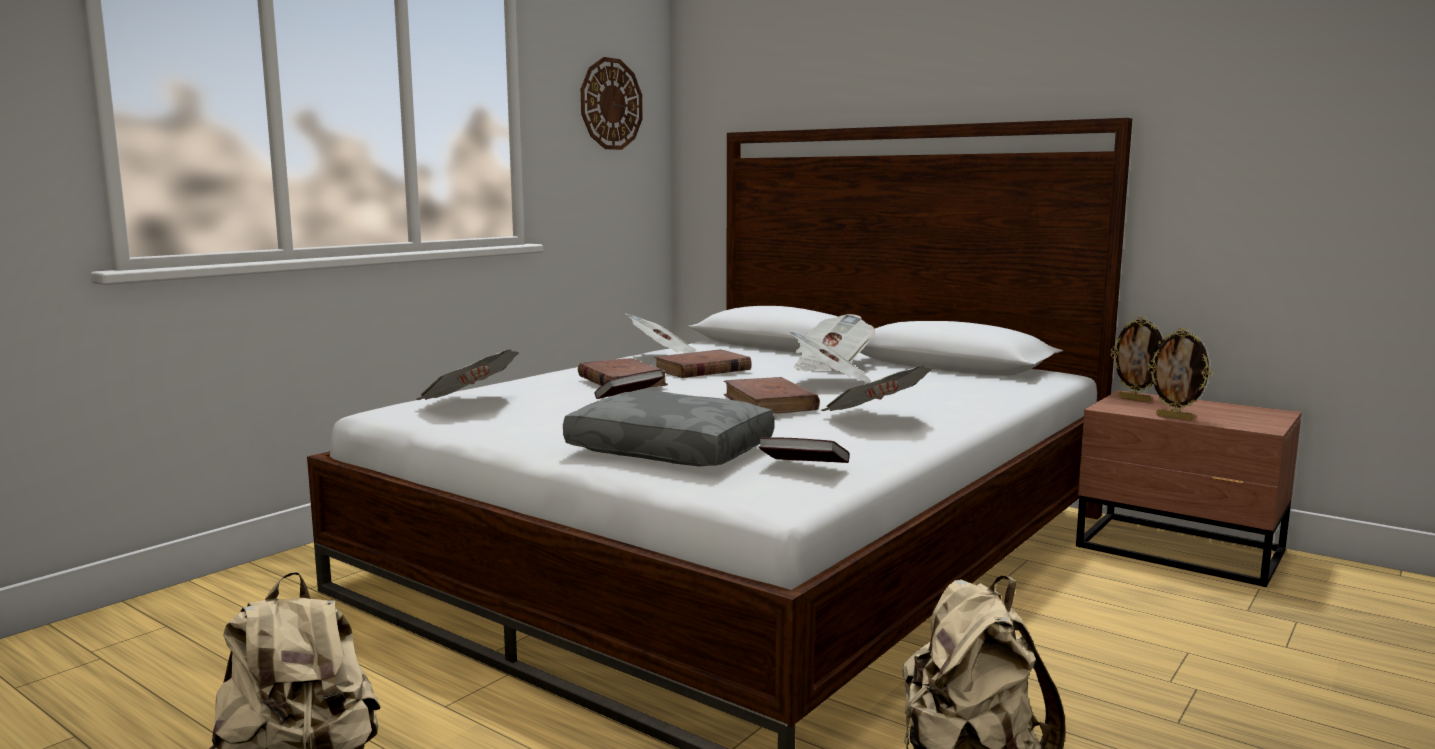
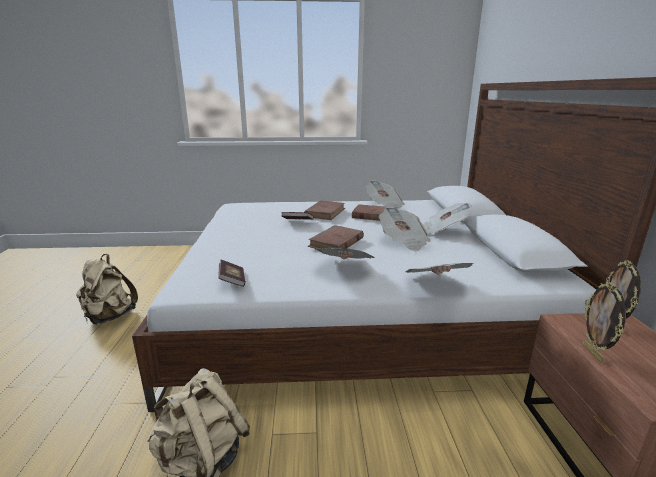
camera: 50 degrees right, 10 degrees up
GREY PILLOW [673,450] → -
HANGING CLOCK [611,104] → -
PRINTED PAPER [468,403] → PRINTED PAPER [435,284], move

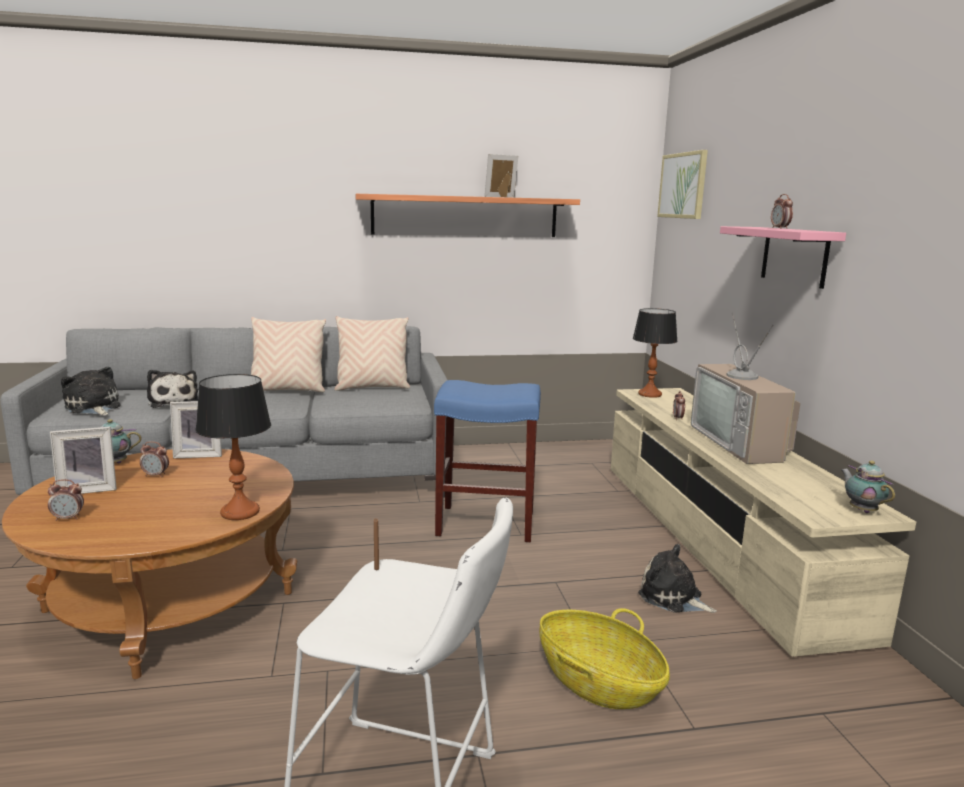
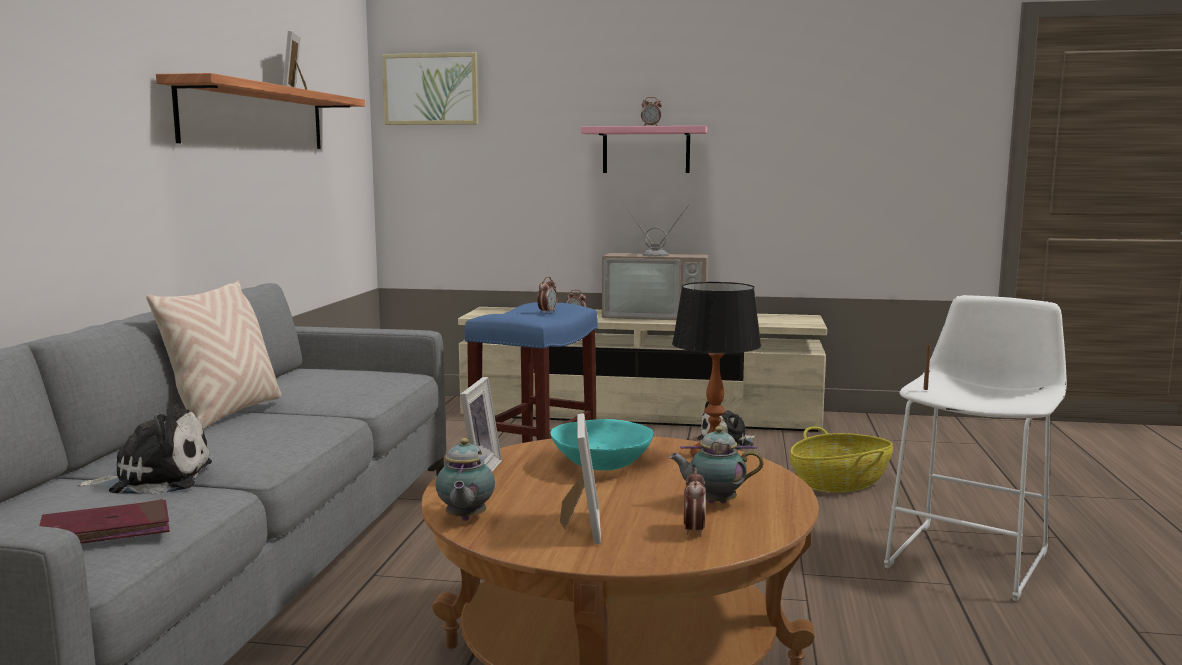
camera: 70 degrees left, 5 degrees down
SAND-COLOURED PILLOW [372,387] → -
TABLETOP LAMP [650,394] → -
- → BLUE-GREEN SERVING BOWL [601,465]
BEDSIDE CLOCK [156,475] → BEDSIDE CLOCK [547,312], move
TEAPOT [861,510] → TEAPOT [713,502], move
PLUSH TOY [93,407] → RED-COLOURED VOLUME [106,530]

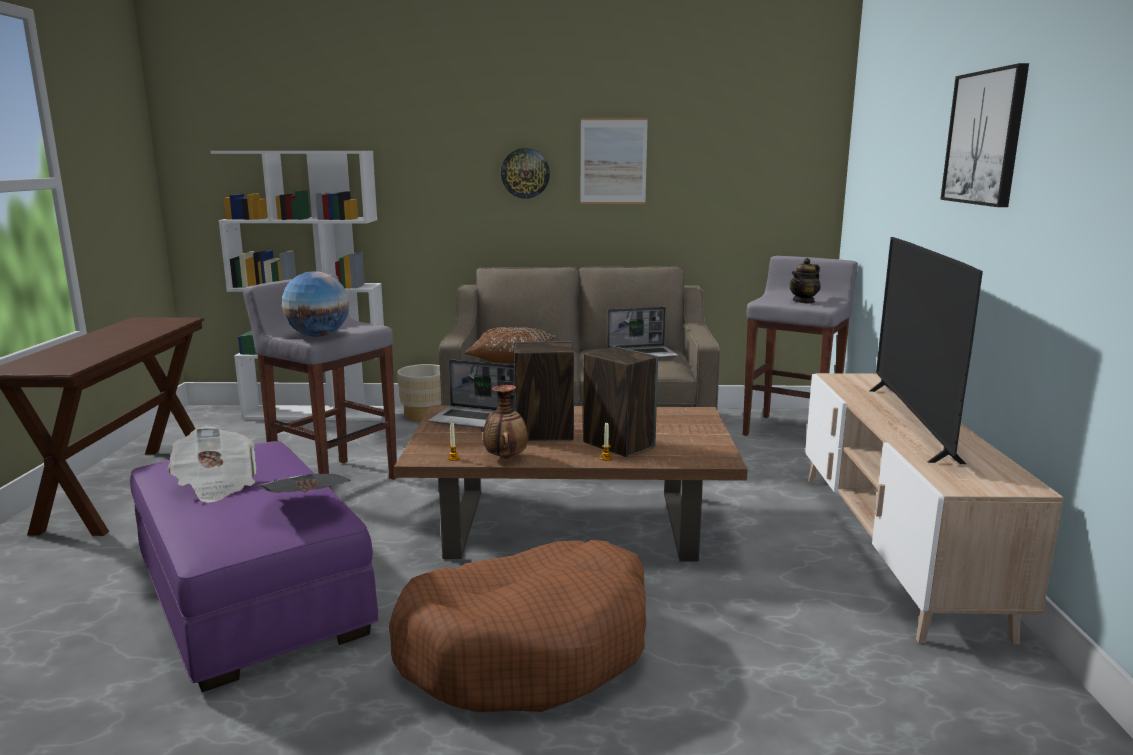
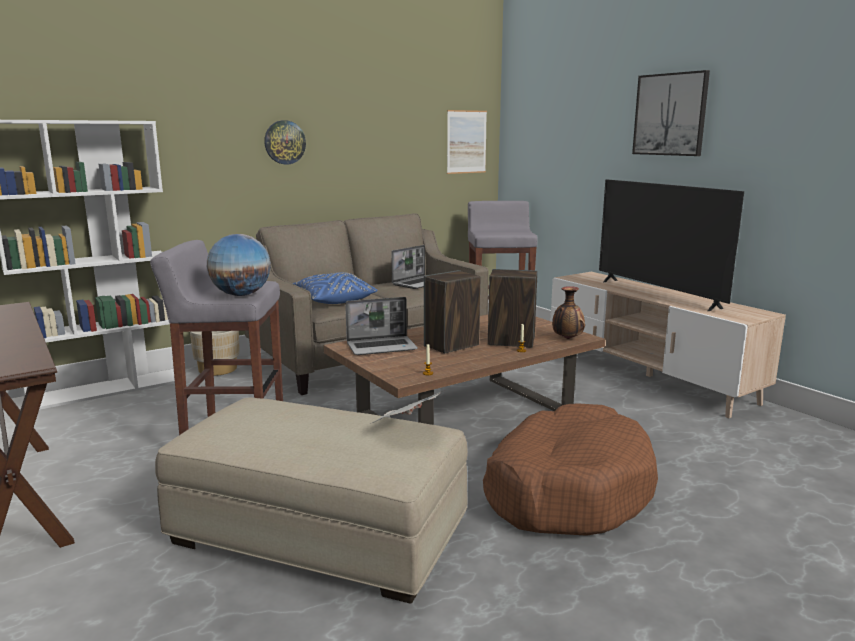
camera: 35 degrees left, 0 degrees up
PRINTED PAPER [216,485] → -
TEAPOT [804,301] → -
DECORATIVE VASE [505,458] → DECORATIVE VASE [567,338], move
PICTURE [613,161] → PICTURE [466,142], move
PURPLISH OTTOMAN [250,594] → SAND-COLOURED OTTOMAN [319,531]
BROWNISH PILLOW [512,359] → BLUE PILLOW [333,300]

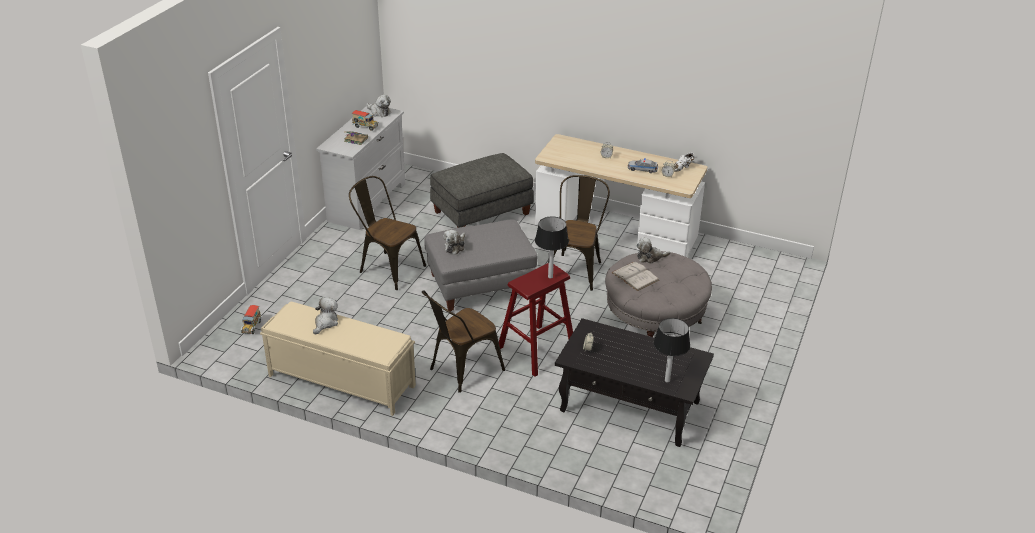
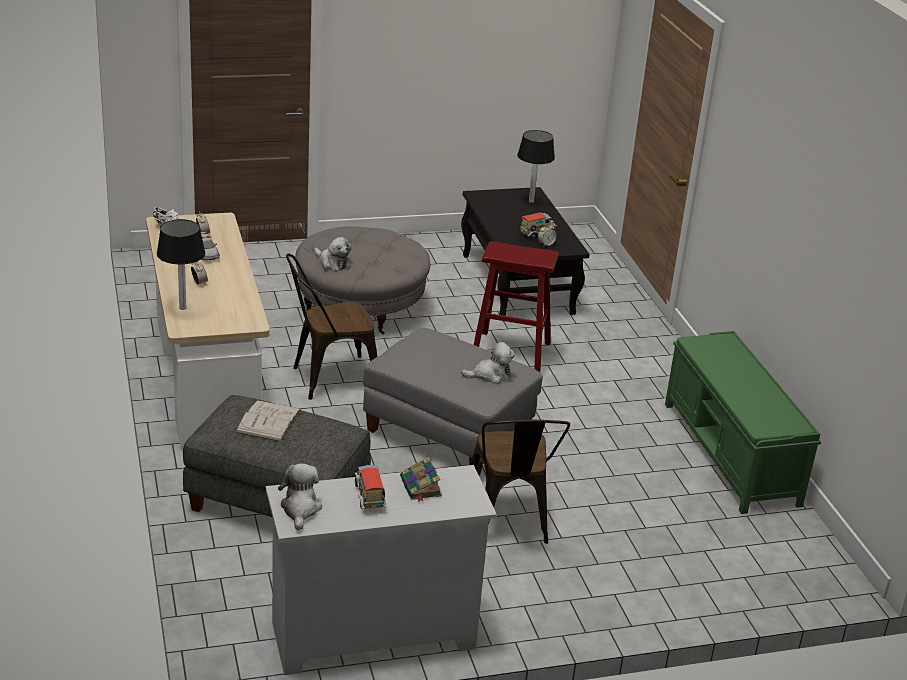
camera: 130 degrees left, 5 degrees down
PLUSH TOY [325,323] → -
BROWNISH CHAIR [461,371] → -
MODEL TRUCK [251,327] → MODEL TRUCK [537,234], move
TABLETOP LAMP [550,277] → TABLETOP LAMP [183,308], move
WHITE-COLOURED VOLUME [635,276] → WHITE-COLOURED VOLUME [268,421], move
SAND-COLOURED INDOOR BENCH [340,380] → GREEN INDOOR BENCH [731,454]

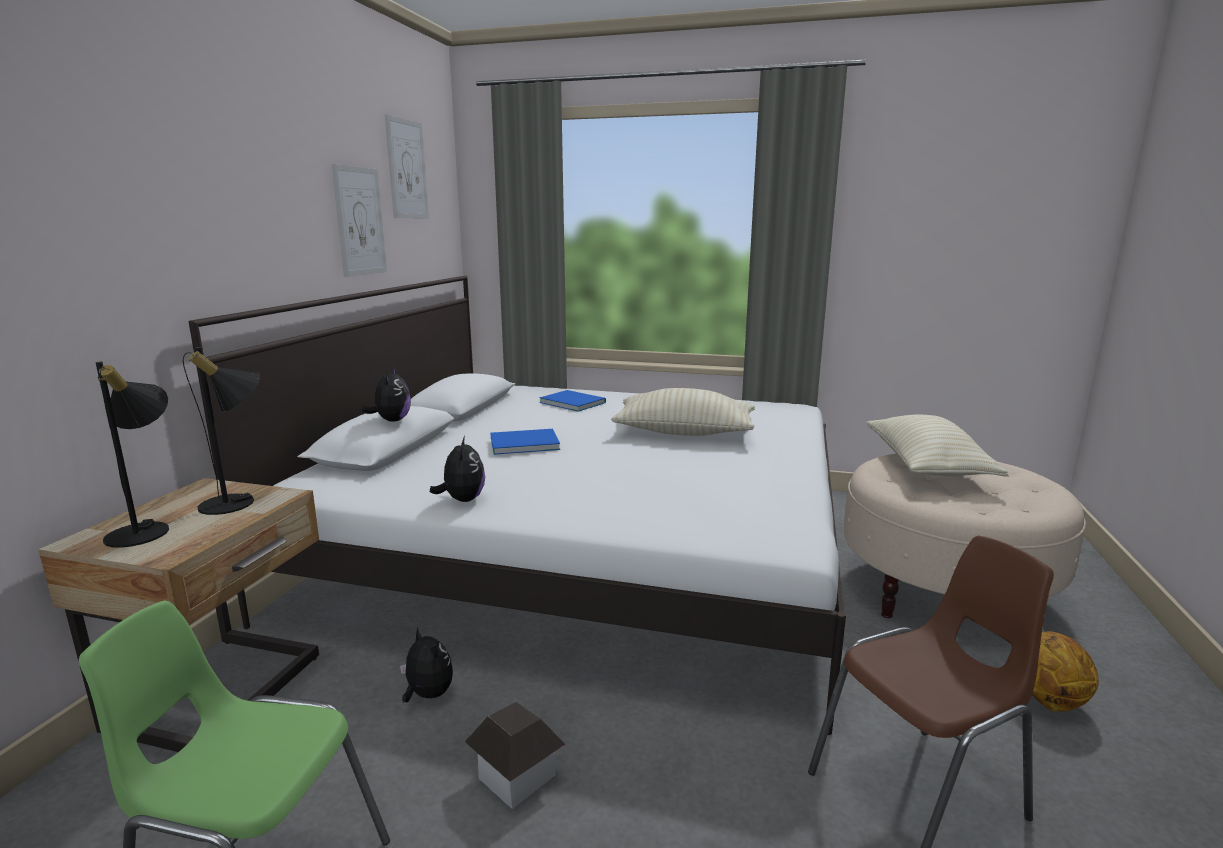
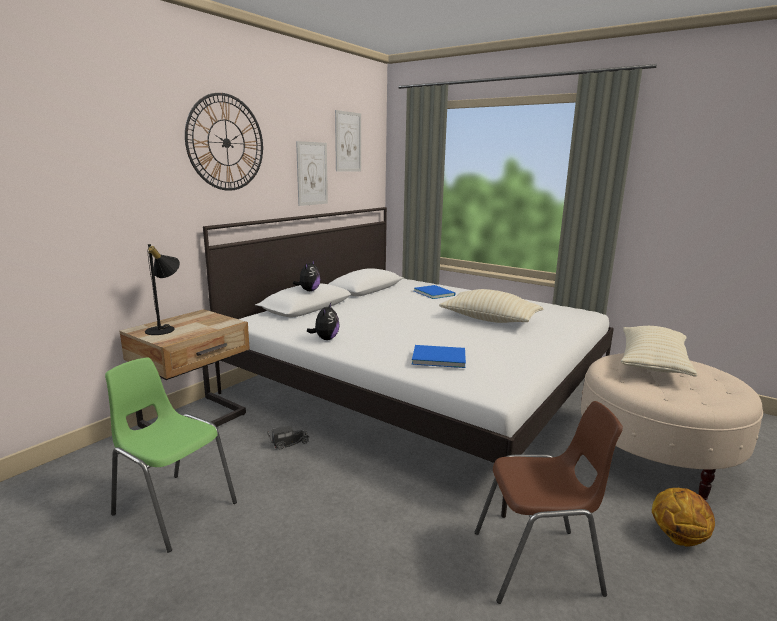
camera: 20 degrees right, 0 degrees up
BLACK TABLETOP LAMP [238,503] → -
MODEL HOUSE [516,776] → -
- → HANGING CLOCK [226,143]
BLUE VOLUME [522,443] → BLUE VOLUME [437,357], move
PLUSH TOY [427,694] → MODEL TRUCK [288,443]

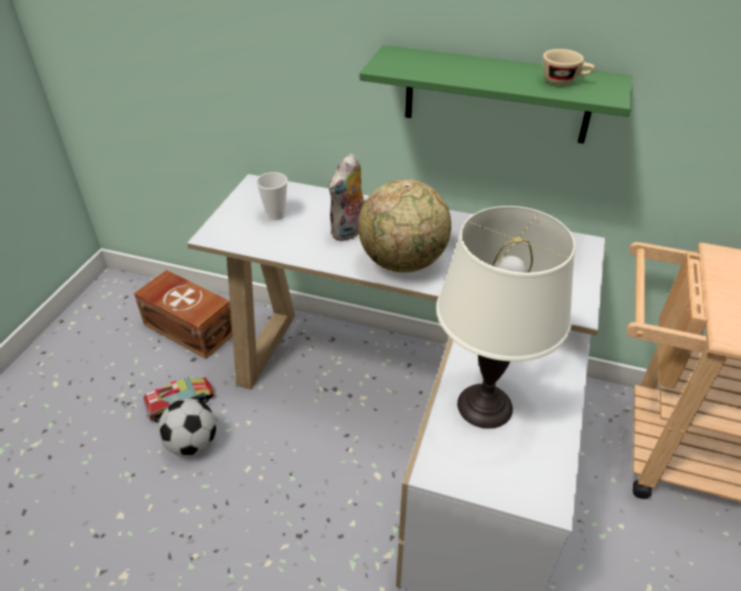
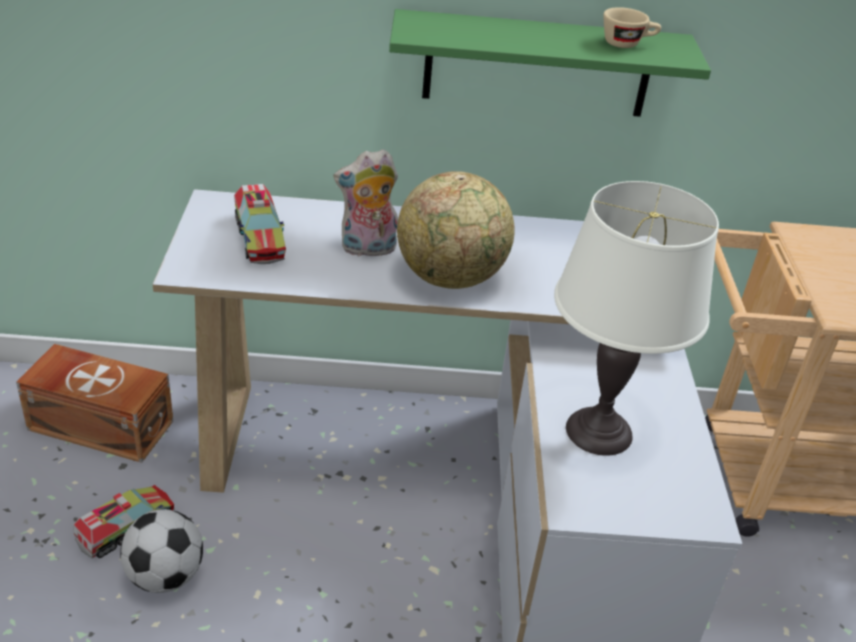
camera: 20 degrees left, 5 degrees down
CUP [276,215] → MODEL TRUCK [259,237]
PLUSH TOY [350,232] → PLUSH TOY [367,249], 60 degrees clockwise

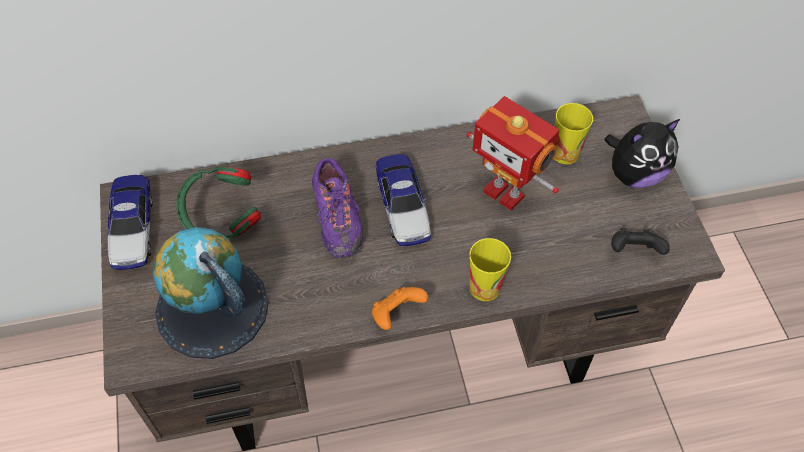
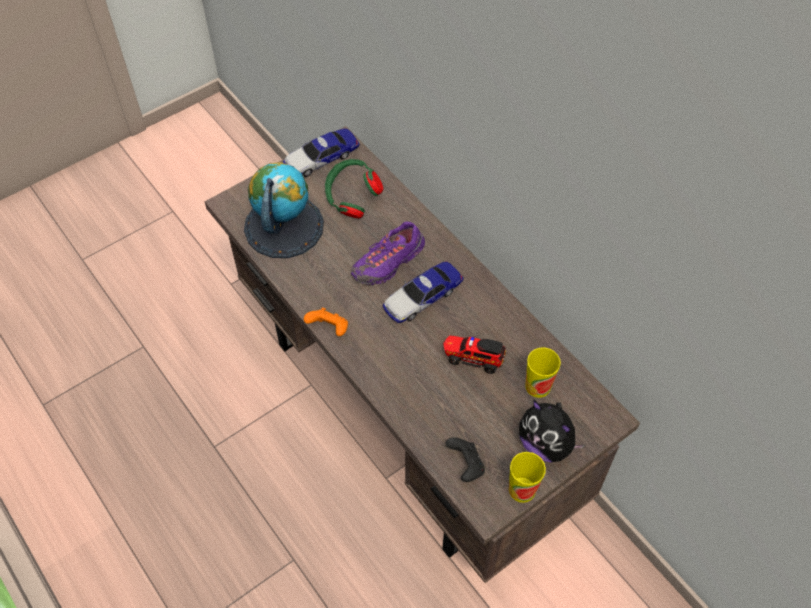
camera: 65 degrees right, 0 degrees up
CUP [485,287] → CUP [522,489], move
TOY ROBOT [505,192] → MODEL TRUCK [473,358]

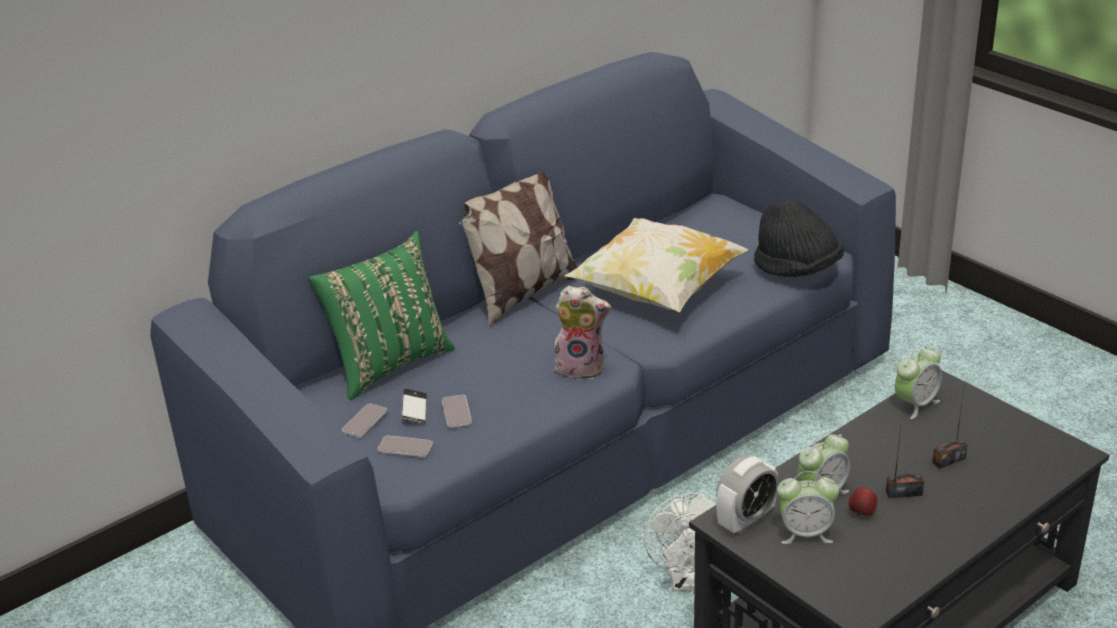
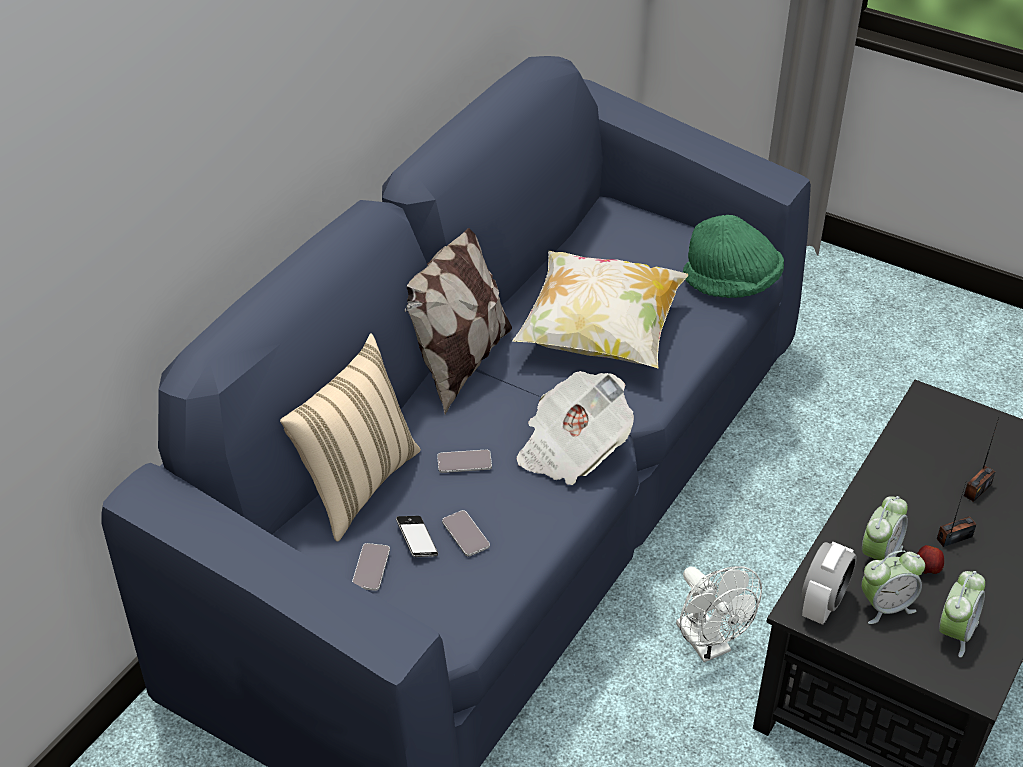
camera: 20 degrees left, 10 degrees up
HANDSET [405,447] → HANDSET [464,462], move
BEDSIDE CLOCK [915,404] → BEDSIDE CLOCK [955,633], move
PLUSH TOY [582,367] → PRINTED PAPER [572,449]
GREEN PILLOW [389,364] → SAND-COLOURED PILLOW [356,484]
BLACK CLOTHING HAT [797,270] → GREEN CLOTHING HAT [732,284]

